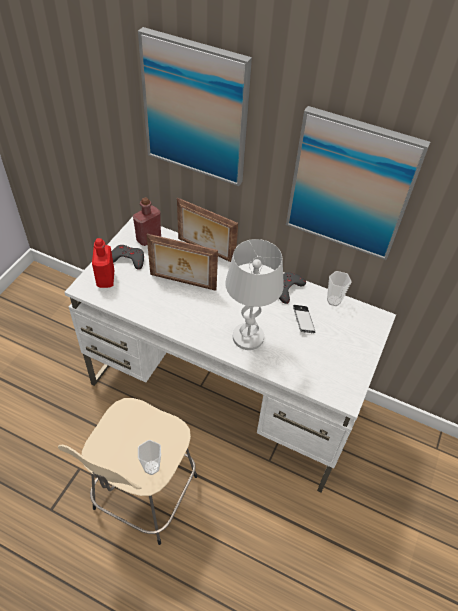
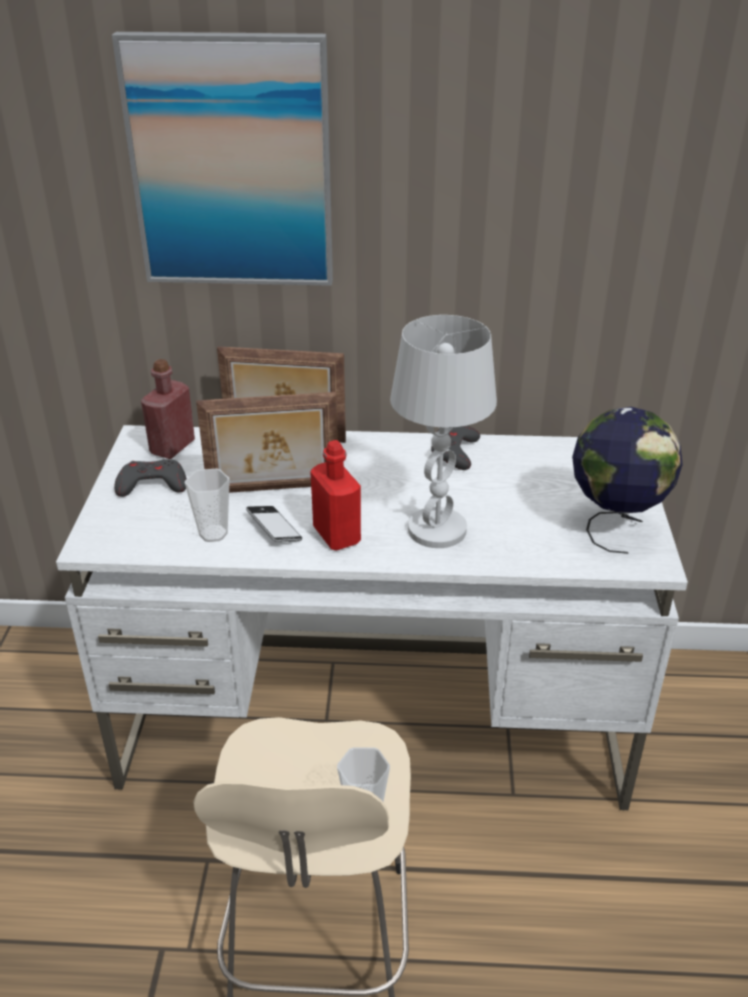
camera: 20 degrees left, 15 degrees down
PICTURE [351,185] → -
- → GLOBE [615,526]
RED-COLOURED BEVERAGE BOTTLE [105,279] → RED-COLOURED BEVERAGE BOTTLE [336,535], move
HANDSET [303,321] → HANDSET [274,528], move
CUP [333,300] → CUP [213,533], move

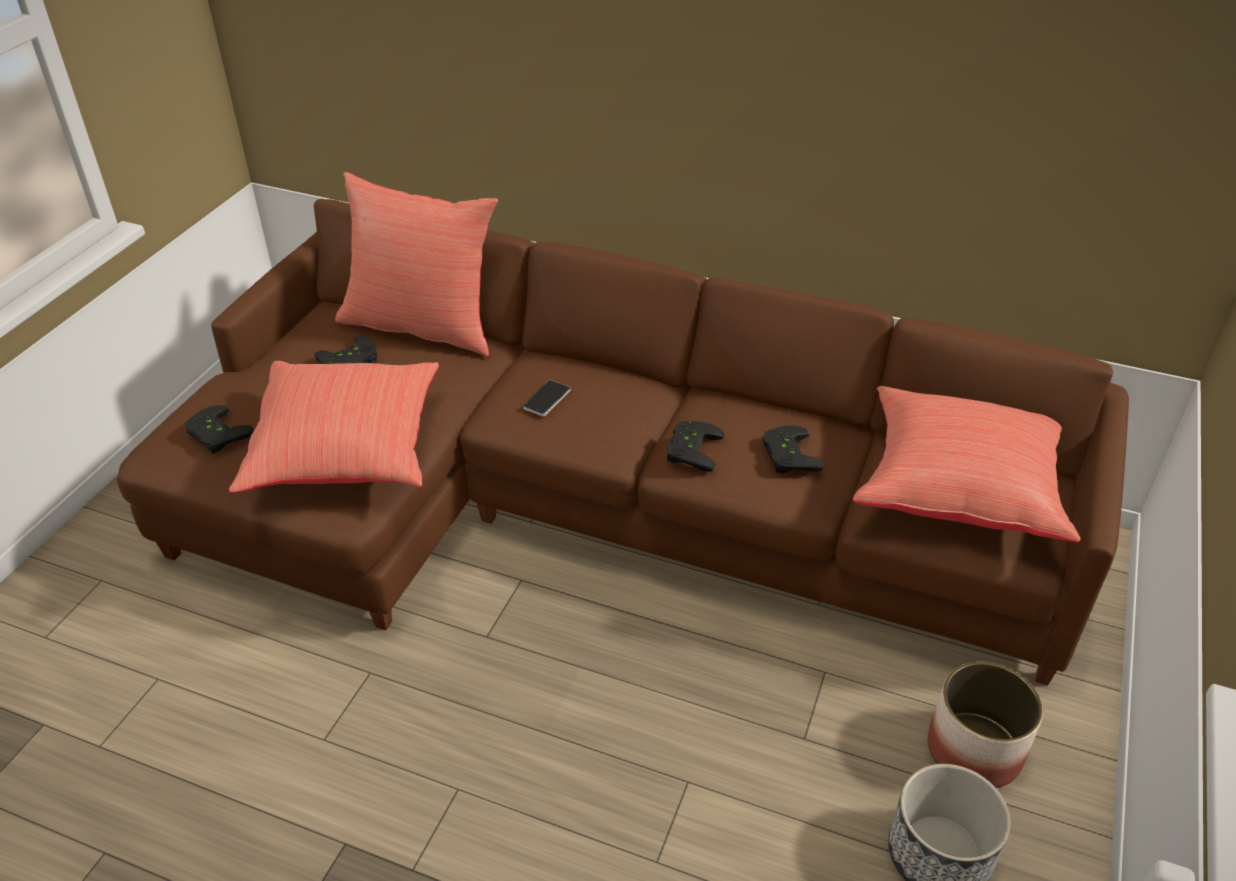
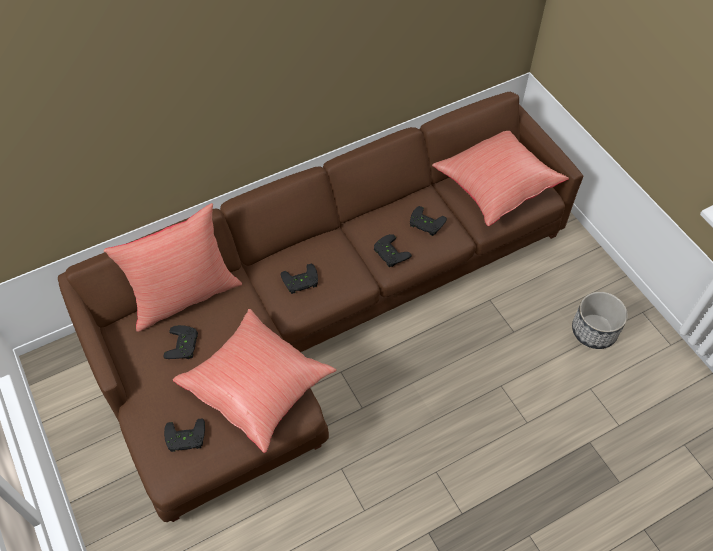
camera: 50 degrees left, 15 degrees up
PLANTER [974,749] → -
HANDSET [547,399] → BLACK GAME CONTROLLER [301,282]

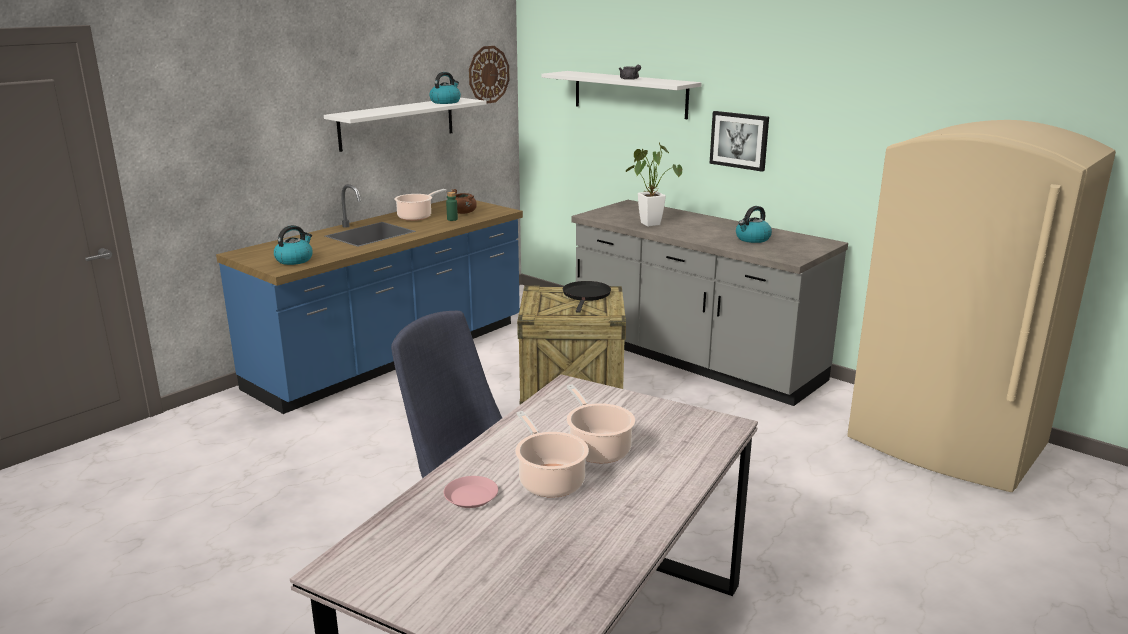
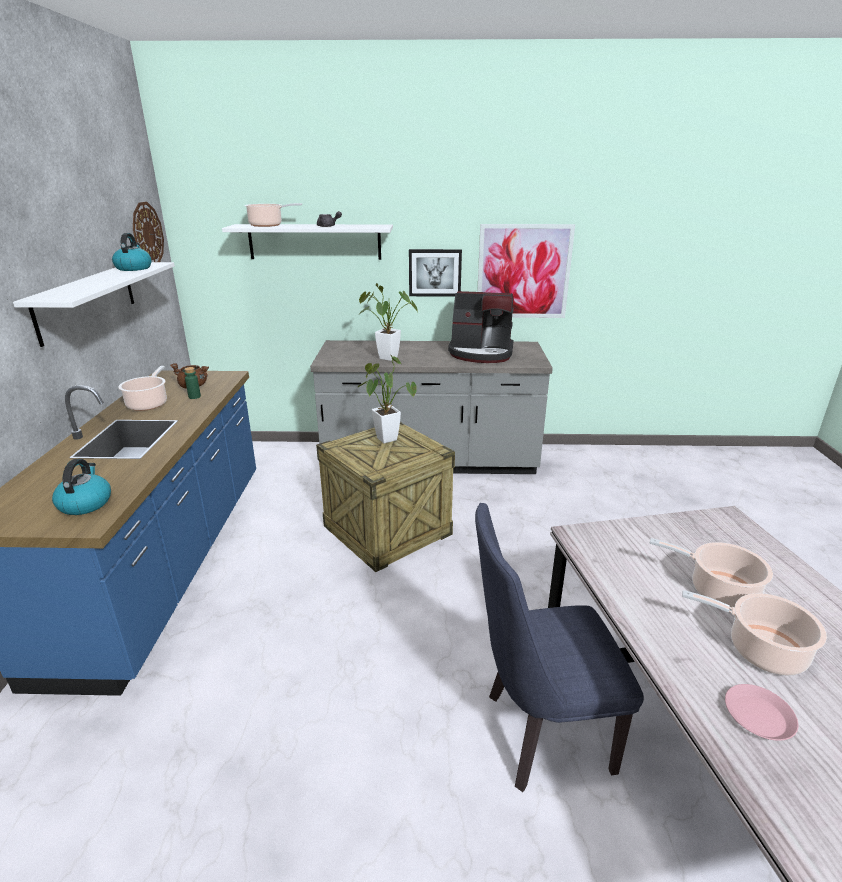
camera: 40 degrees left, 5 degrees up
SAND-COLOURED REFRIGERATOR [946,444] → -
- → SAUCEPOT [268,225]
- → PICTURE [523,272]
BLACK PAN [586,295] → PLANT IN A POT [385,437]
WATER KETTLE [752,239] → COFFEE MACHINE [481,353]

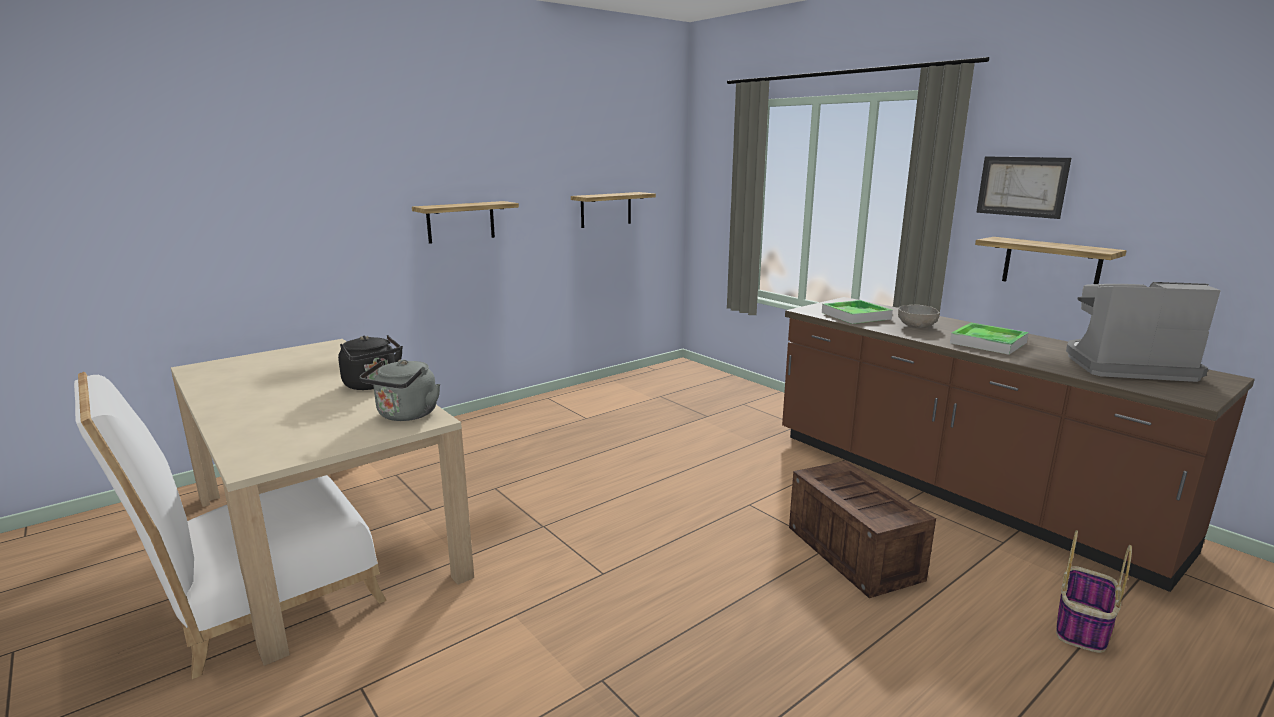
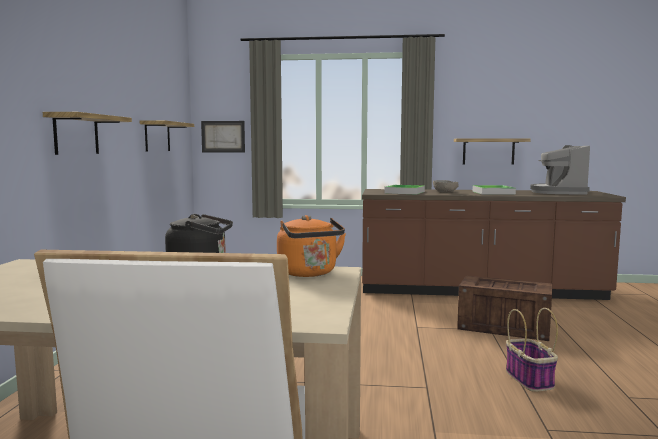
camera: 45 degrees left, 10 degrees down
PICTURE [1021,186] → PICTURE [223,136], move
HOUSEHOLD BASKET [1082,628] → HOUSEHOLD BASKET [530,379], move
GREY WATER KETTLE [405,415] → ORANGEY WATER KETTLE [309,273]
COFFEE MACHINE [1125,366] → COFFEE MACHINE [558,192], 45 degrees counterclockwise

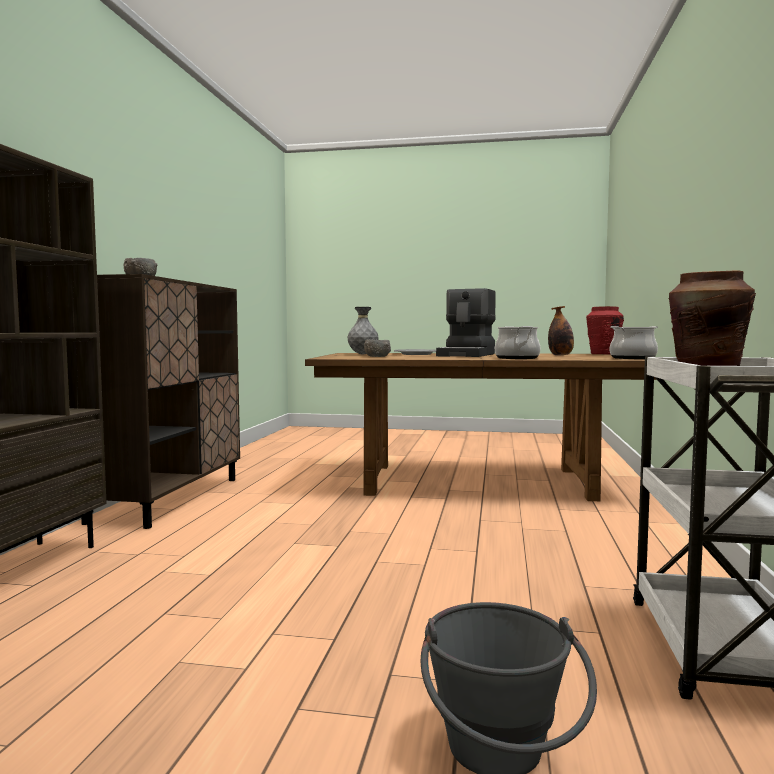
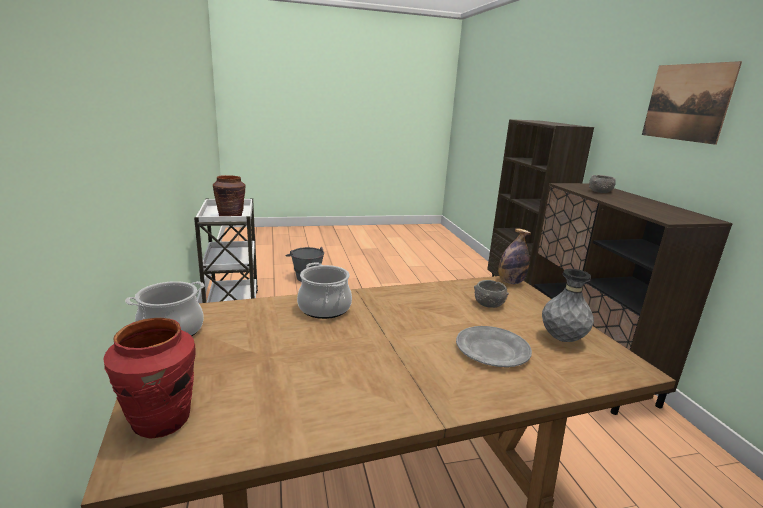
camera: 155 degrees right, 15 degrees up
COFFEE MACHINE [468,355] → -
- → PICTURE [686,102]
BEVERAGE BOTTLE [560,355] → BEVERAGE BOTTLE [510,282], move

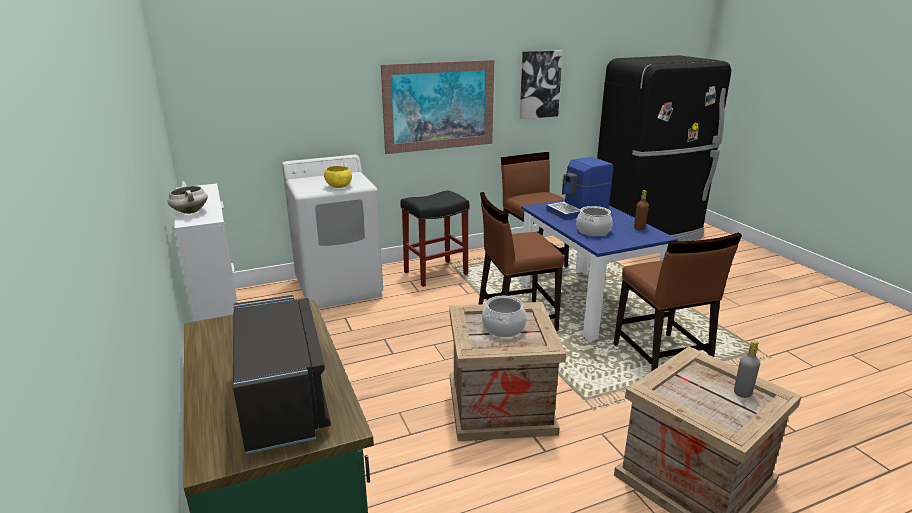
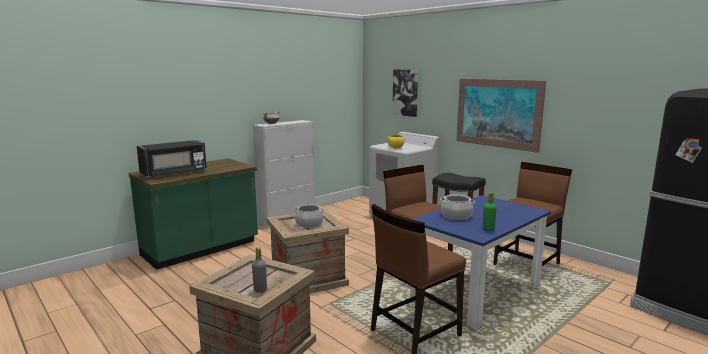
camera: 70 degrees right, 10 degrees down
COFFEE MACHINE [578,211] → -
PICTURE [539,84] → PICTURE [405,92], move
BROWNISH BEVERAGE BOTTLE [639,228] → GREEN BEVERAGE BOTTLE [488,229]

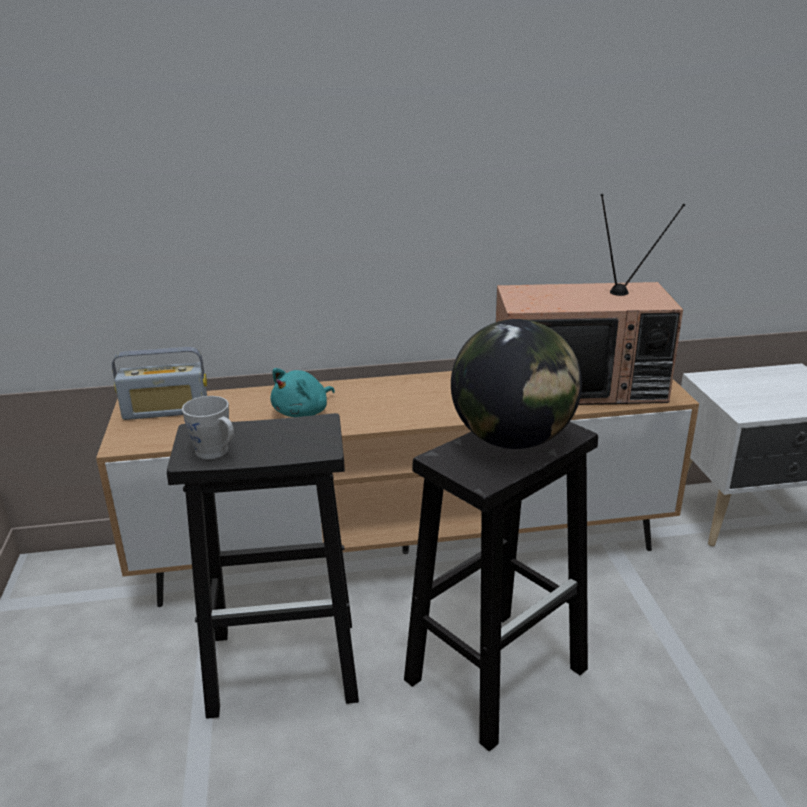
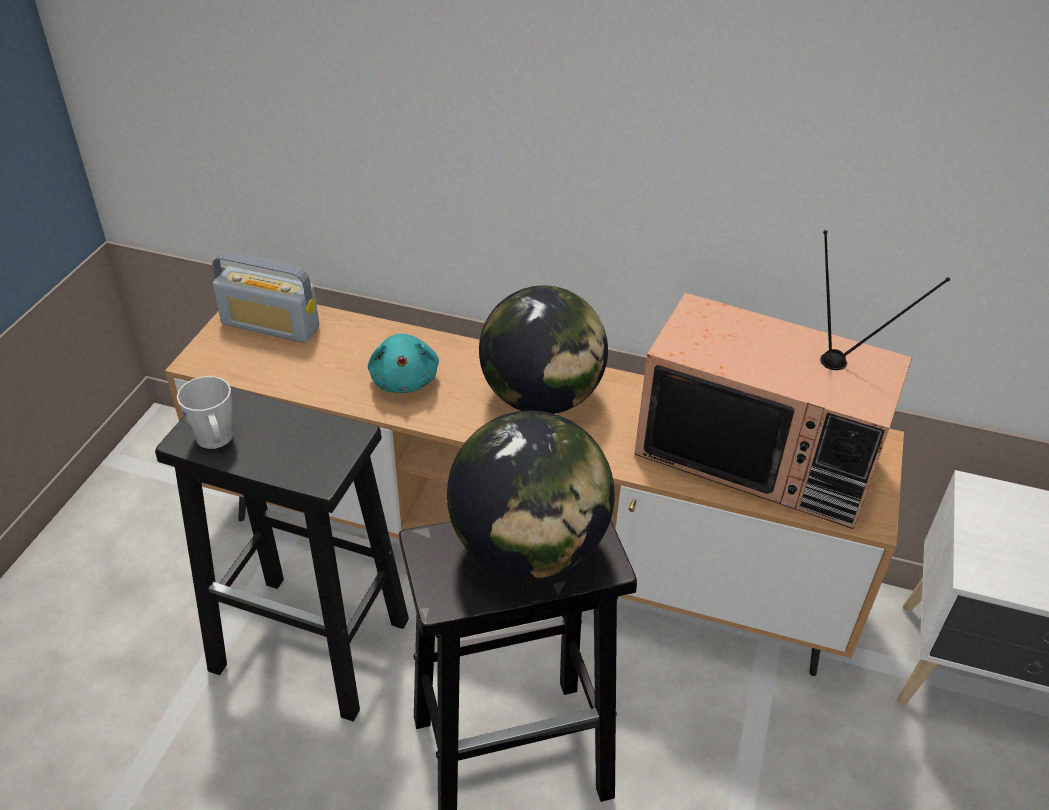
camera: 25 degrees right, 15 degrees up
- → GLOBE [541,398]
BLUE-GREEN PLUSH TOY [303,412] → BLUE-GREEN PLUSH TOY [404,379], 75 degrees counterclockwise

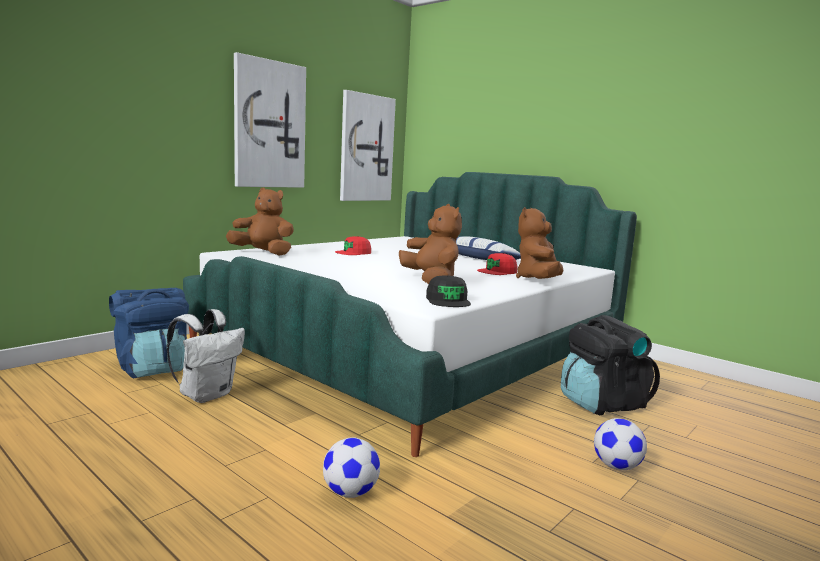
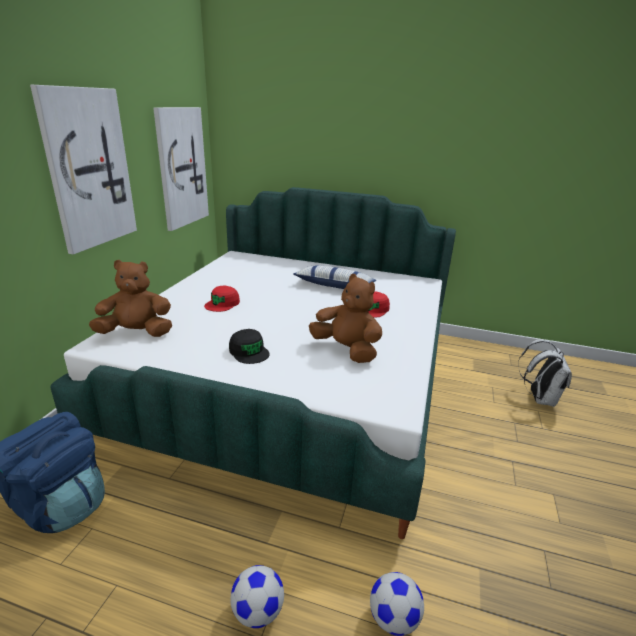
camera: 25 degrees left, 15 degrees up
BROWNISH PLUSH TOY [538,280] → -
BLACK BACKPACK [602,404] → -
WHITE-COLOURED BACKPACK [207,395] → WHITE-COLOURED BACKPACK [539,398], move
BLACK PEAKED CAP [448,300] → BLACK PEAKED CAP [249,351], move
FOOTBALL [616,466] → FOOTBALL [257,611], move

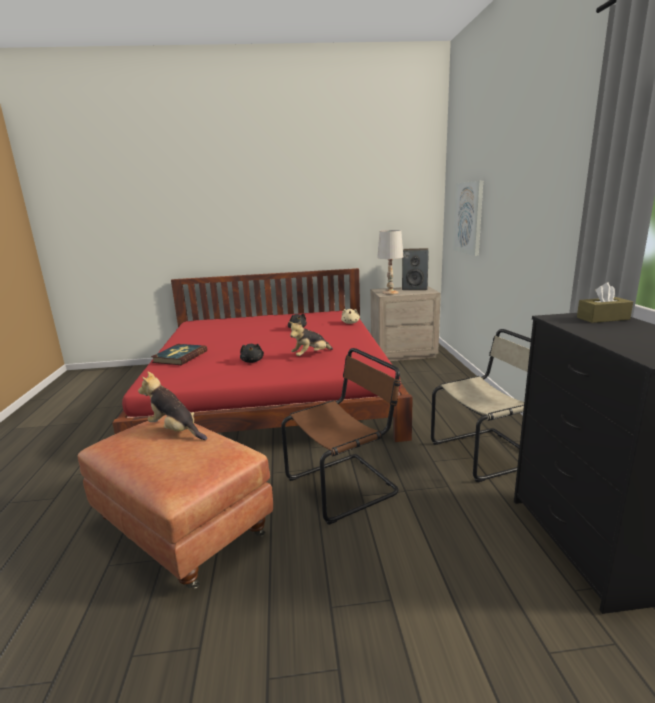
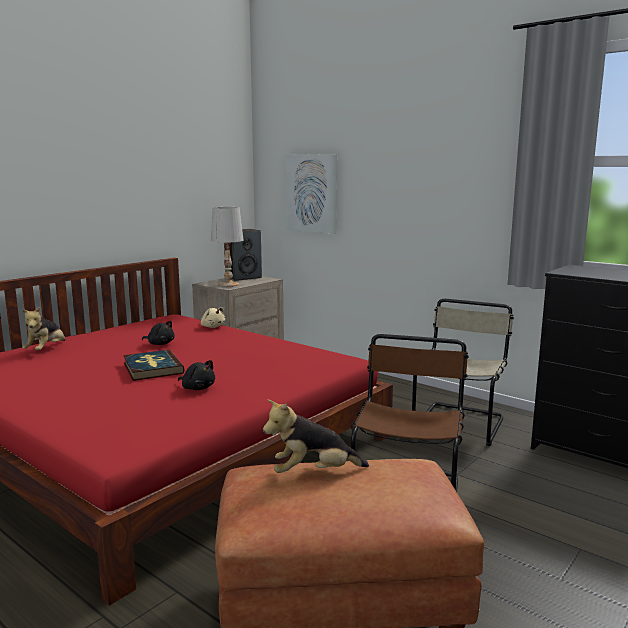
camera: 45 degrees left, 5 degrees down
BROWNISH TISSUE BOX [603,318] → -
VOLUME [180,357] → VOLUME [152,368], move
PLUSH TOY [310,355] → PLUSH TOY [46,350], move

